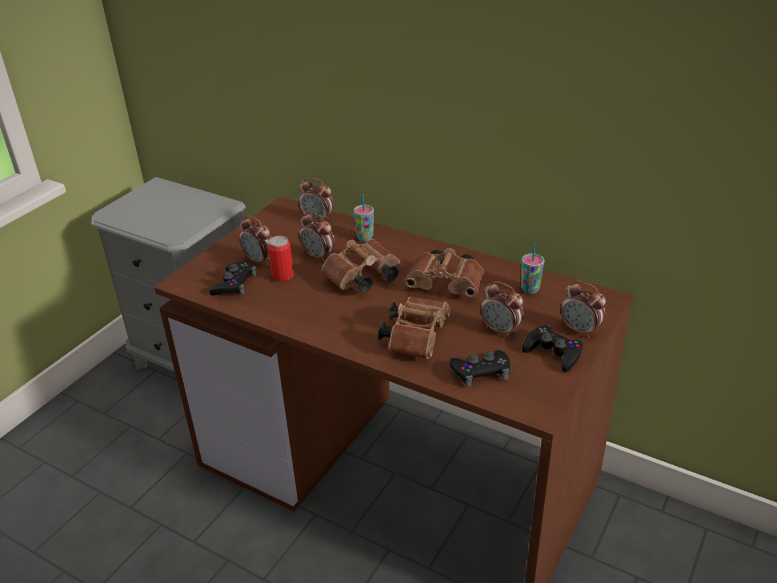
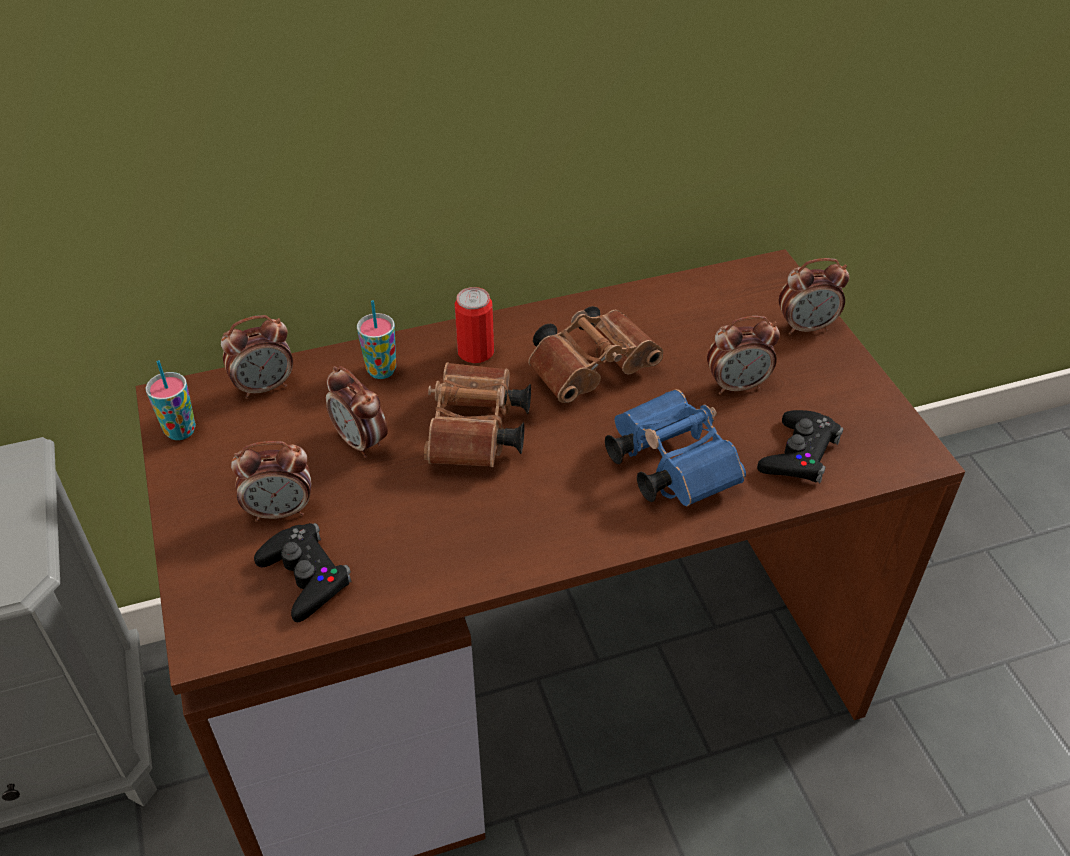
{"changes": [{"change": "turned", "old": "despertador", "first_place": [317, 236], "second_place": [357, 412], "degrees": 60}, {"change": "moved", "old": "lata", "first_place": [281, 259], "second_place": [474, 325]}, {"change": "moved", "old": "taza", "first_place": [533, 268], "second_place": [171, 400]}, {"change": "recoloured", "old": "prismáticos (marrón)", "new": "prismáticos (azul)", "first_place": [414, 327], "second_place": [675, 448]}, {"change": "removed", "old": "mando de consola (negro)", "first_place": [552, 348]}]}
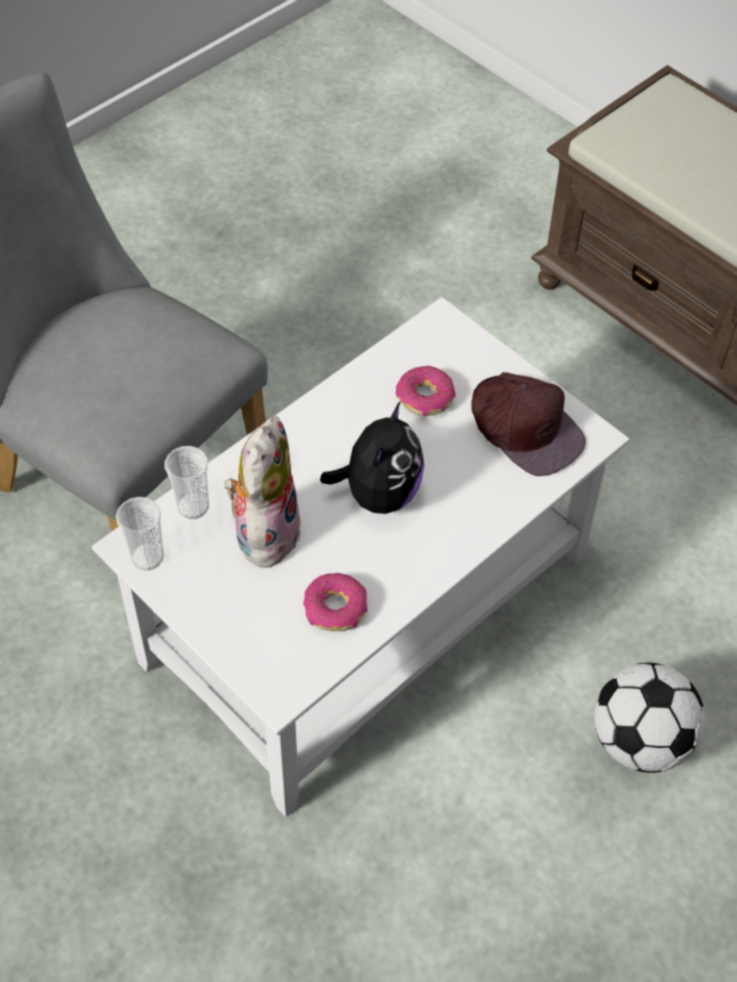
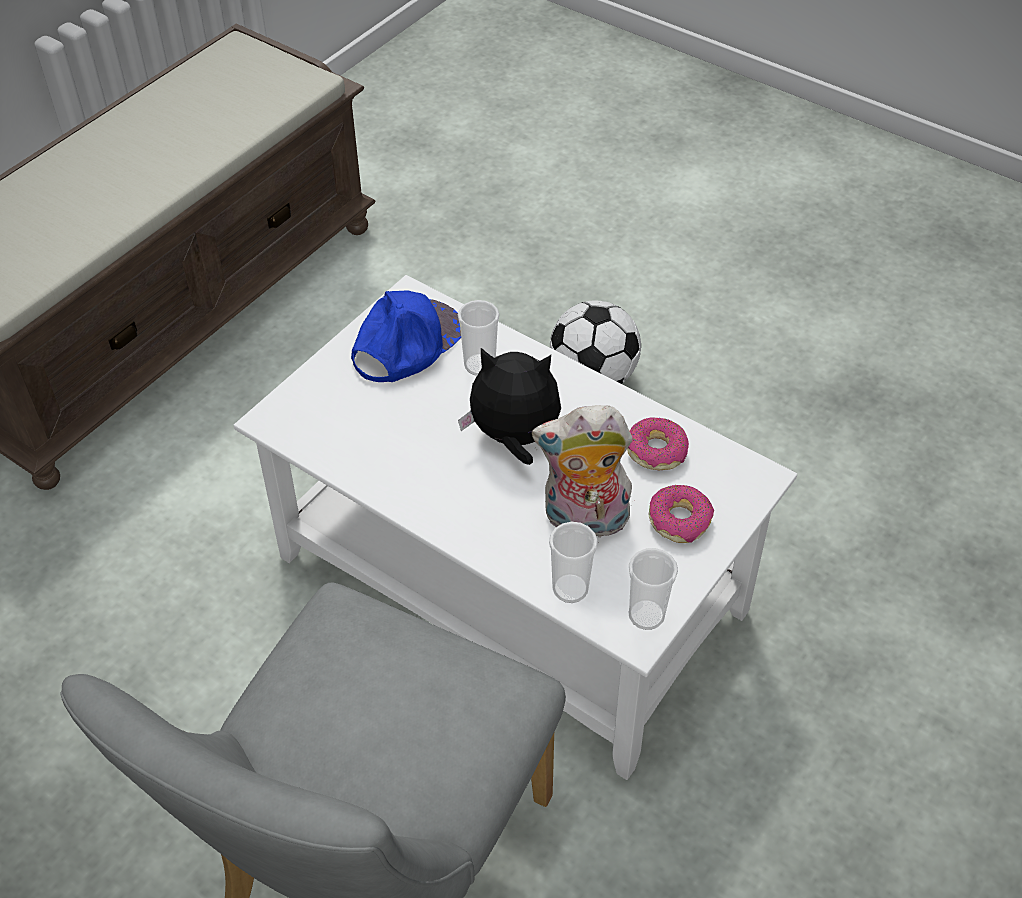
{"changes": [{"change": "moved", "old": "rosquilla", "first_place": [426, 391], "second_place": [681, 514]}, {"change": "recoloured", "old": "gorra (marrón)", "new": "gorra (azul)", "first_place": [528, 424], "second_place": [406, 336]}, {"change": "added", "new": "taza", "second_place": [479, 338]}]}
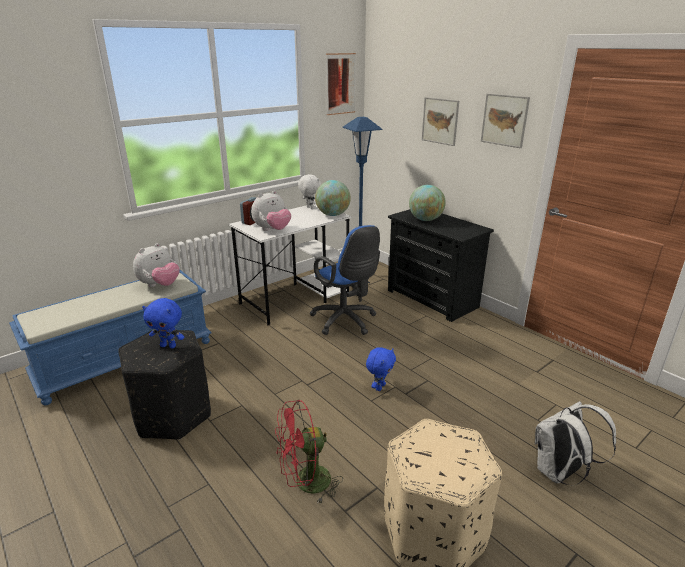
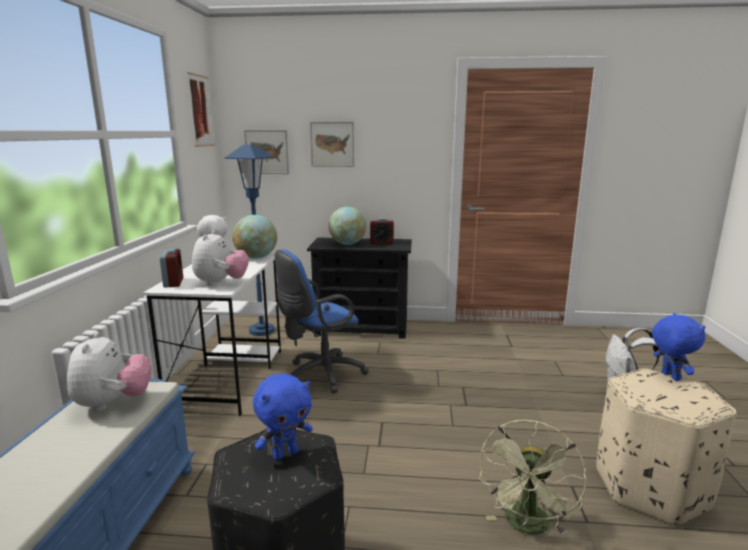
{"changes": [{"change": "moved", "old": "cuadro", "first_place": [505, 120], "second_place": [266, 152]}, {"change": "turned", "old": "silla de oficina (azul)", "first_place": [345, 280], "second_place": [321, 321], "degrees": 135}, {"change": "moved", "old": "peluche (azul)", "first_place": [381, 369], "second_place": [679, 347]}, {"change": "recoloured", "old": "ventilador (rojo)", "new": "ventilador (verde)", "first_place": [309, 452], "second_place": [532, 477]}, {"change": "added", "new": "despertador", "second_place": [382, 231]}]}
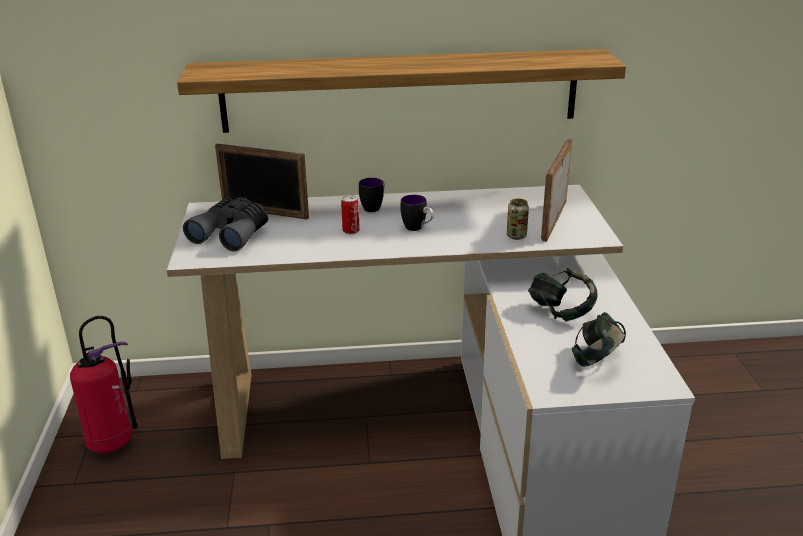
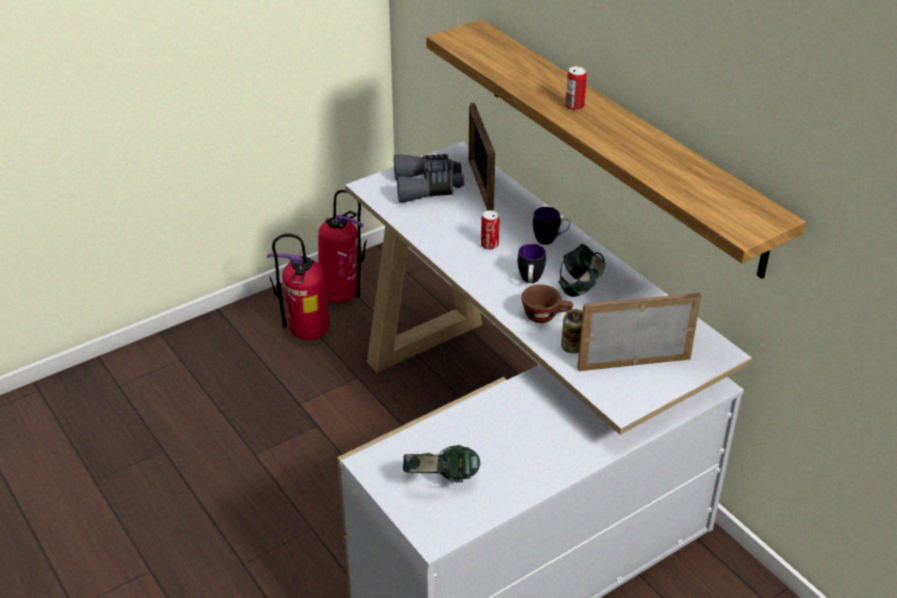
{"changes": [{"change": "moved", "old": "auriculares", "first_place": [563, 294], "second_place": [582, 270]}, {"change": "added", "new": "lata", "second_place": [576, 88]}, {"change": "added", "new": "extintor", "second_place": [298, 286]}, {"change": "added", "new": "taza (marrón)", "second_place": [547, 304]}]}
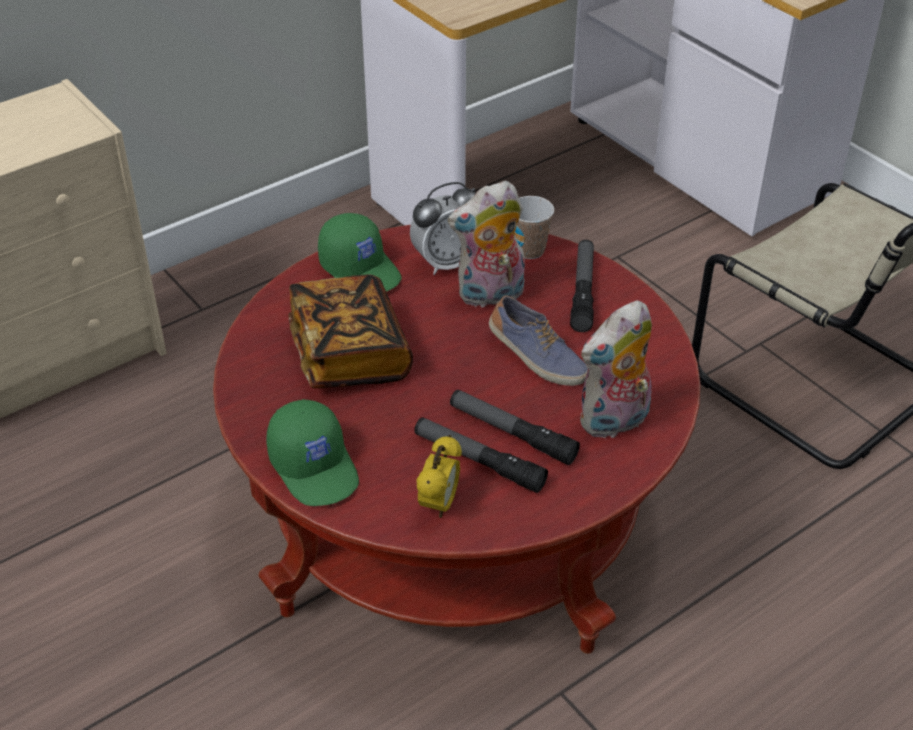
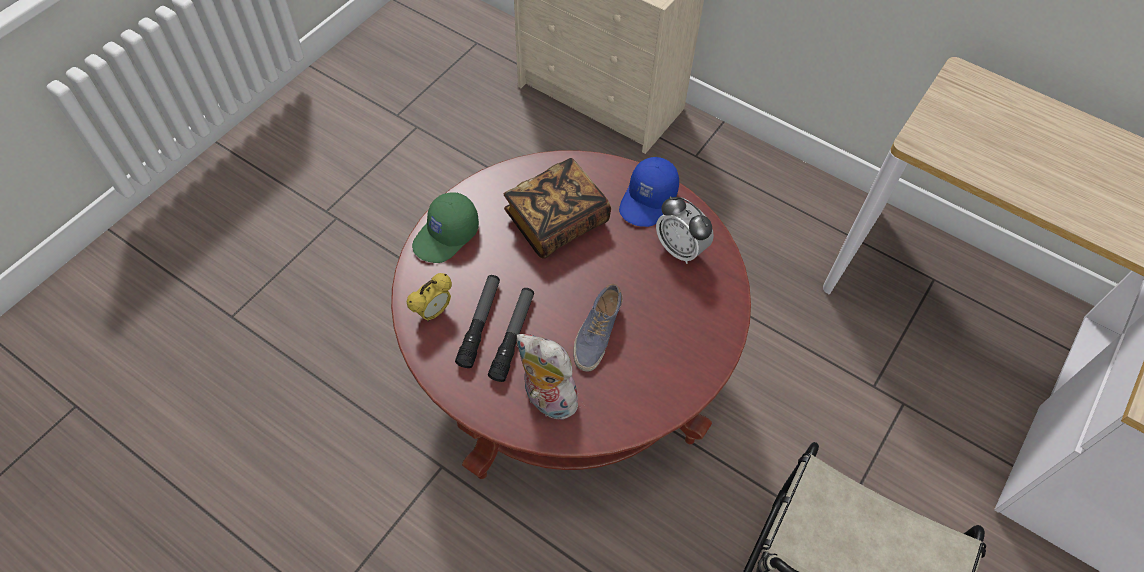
{"changes": [{"change": "removed", "old": "peluche", "first_place": [486, 244]}, {"change": "removed", "old": "taza", "first_place": [534, 227]}, {"change": "recoloured", "old": "gorra (verde)", "new": "gorra (azul)", "first_place": [360, 252], "second_place": [649, 192]}, {"change": "removed", "old": "linterna", "first_place": [582, 286]}, {"change": "turned", "old": "despertador", "first_place": [439, 476], "second_place": [429, 297], "degrees": -45}]}
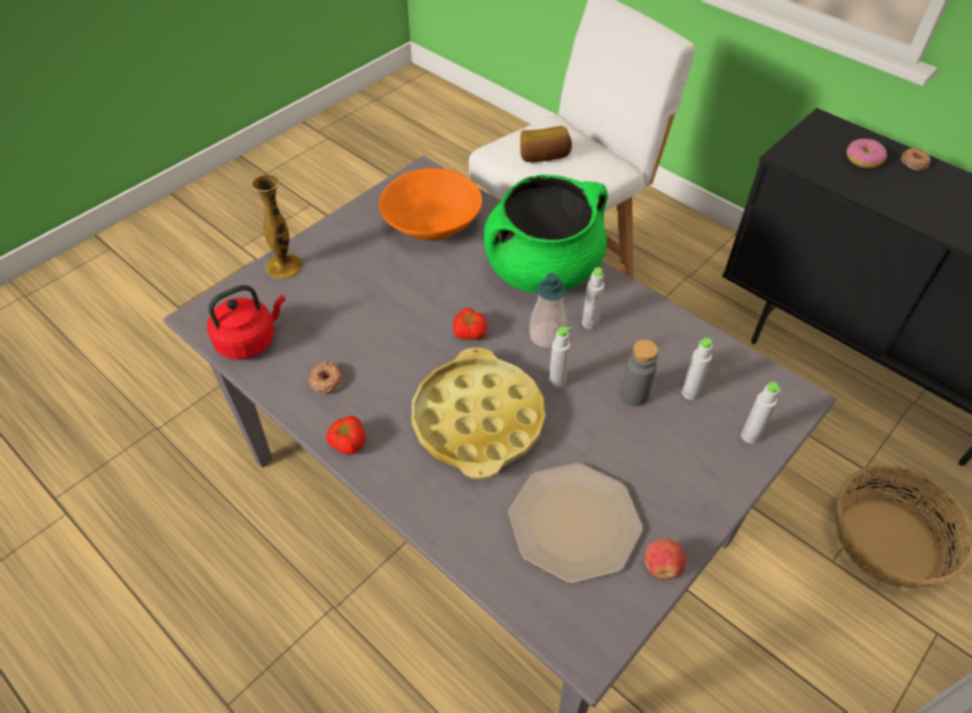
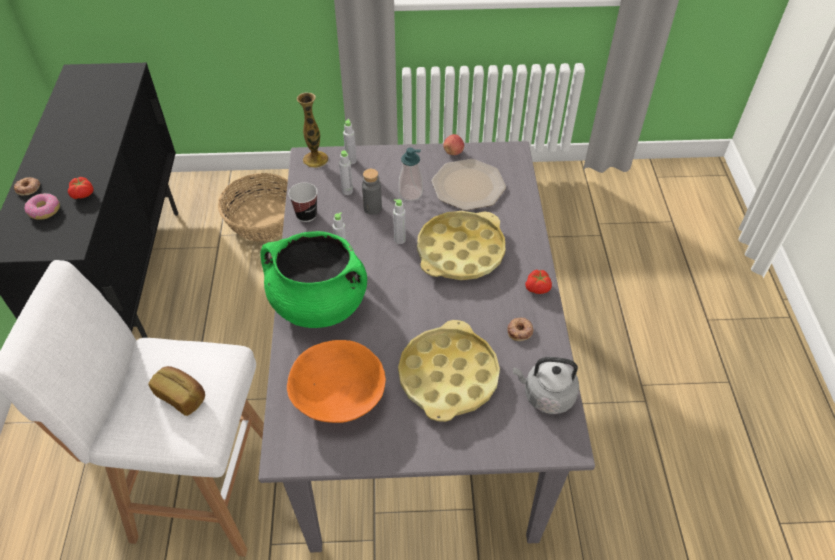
{"changes": [{"change": "moved", "old": "florero", "first_place": [277, 226], "second_place": [312, 130]}, {"change": "moved", "old": "dispensador de jabón", "first_place": [547, 310], "second_place": [411, 174]}, {"change": "recoloured", "old": "hervidor (rojo)", "new": "hervidor (gris)", "first_place": [246, 322], "second_place": [546, 385]}, {"change": "moved", "old": "tomate", "first_place": [470, 324], "second_place": [81, 188]}, {"change": "added", "new": "taza", "second_place": [303, 202]}, {"change": "added", "new": "bandeja (amarillo)", "second_place": [449, 371]}]}
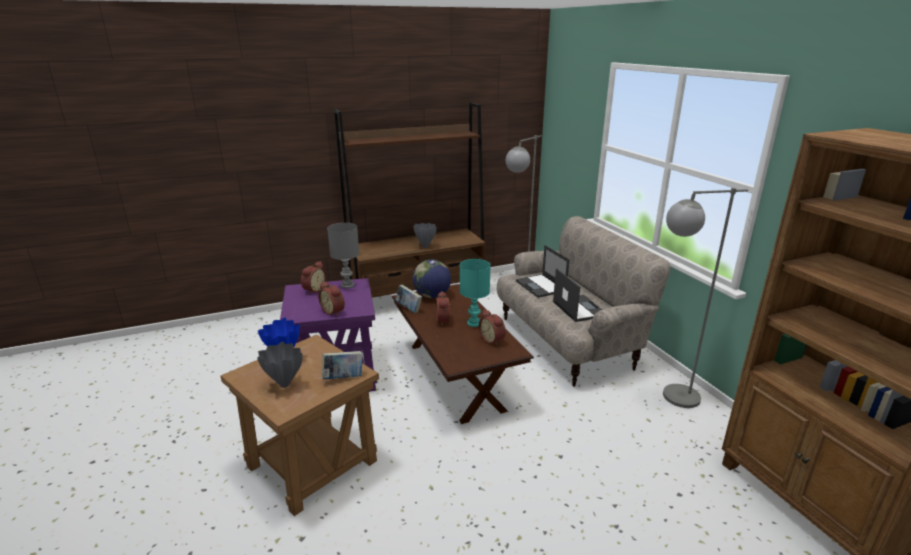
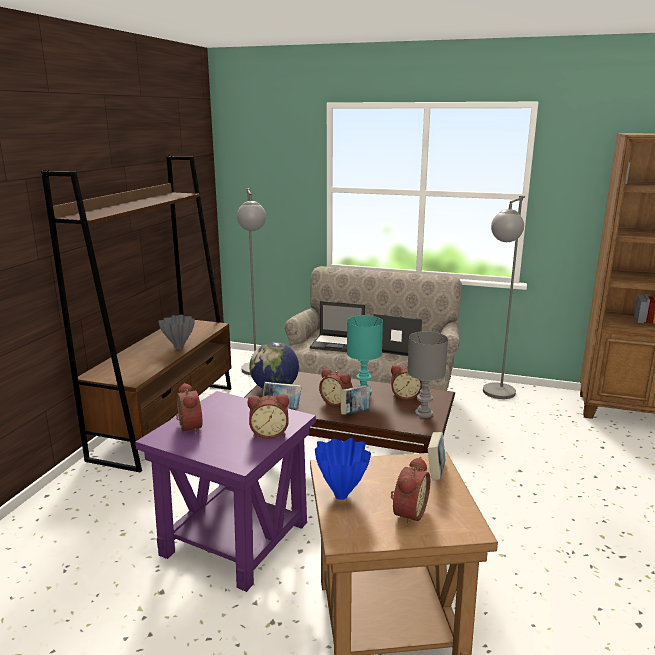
{"changes": [{"change": "moved", "old": "lámpara de mesa (gris)", "first_place": [343, 256], "second_place": [427, 374]}, {"change": "replaced", "old": "florero (gris)", "new": "despertador", "first_place": [280, 365], "second_place": [410, 491]}, {"change": "added", "new": "libro", "second_place": [355, 400]}]}
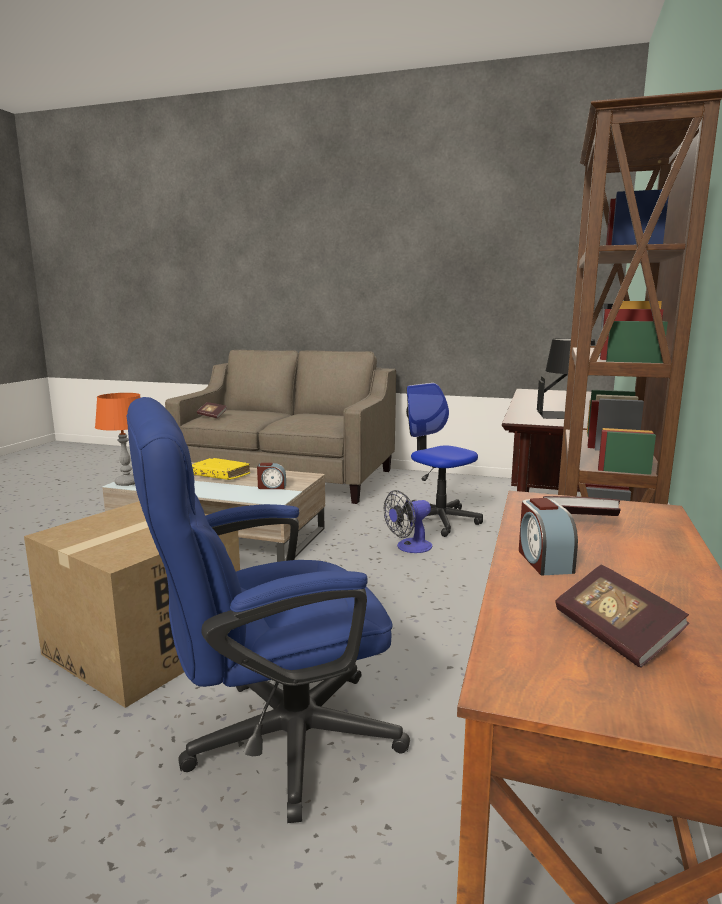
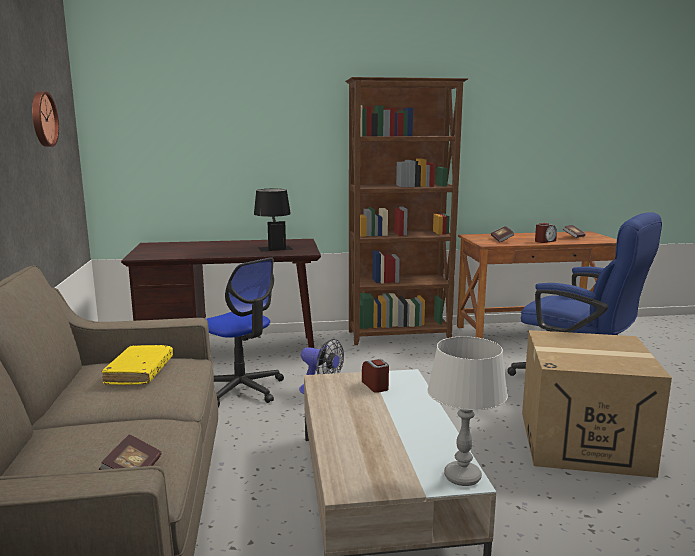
{"changes": [{"change": "turned", "old": "silla de oficina", "first_place": [440, 460], "second_place": [245, 332], "degrees": -75}, {"change": "recoloured", "old": "lámpara de mesa (naranja)", "new": "lámpara de mesa (gris)", "first_place": [118, 439], "second_place": [467, 411]}, {"change": "moved", "old": "libro (amarillo)", "first_place": [221, 469], "second_place": [137, 365]}, {"change": "added", "new": "reloj de pared", "second_place": [45, 119]}]}
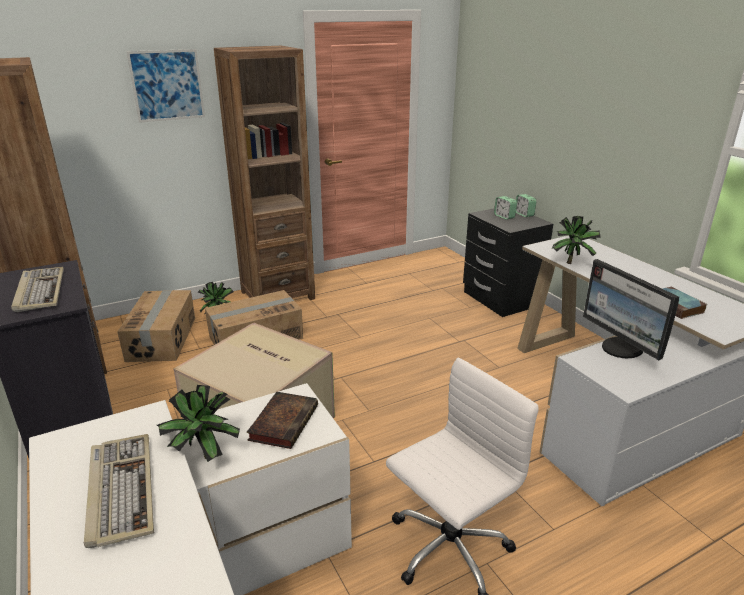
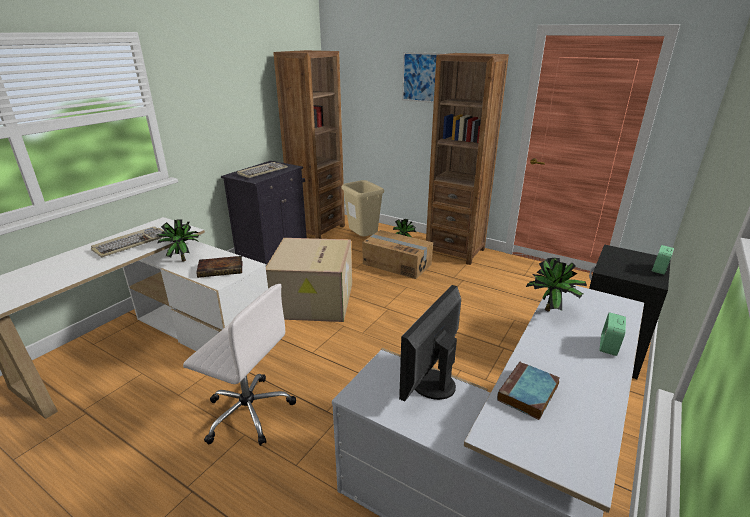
{"changes": [{"change": "moved", "old": "despertador", "first_place": [505, 207], "second_place": [612, 334]}, {"change": "replaced", "old": "caja de cartón", "new": "papelera (beis)", "first_place": [156, 326], "second_place": [363, 208]}]}
